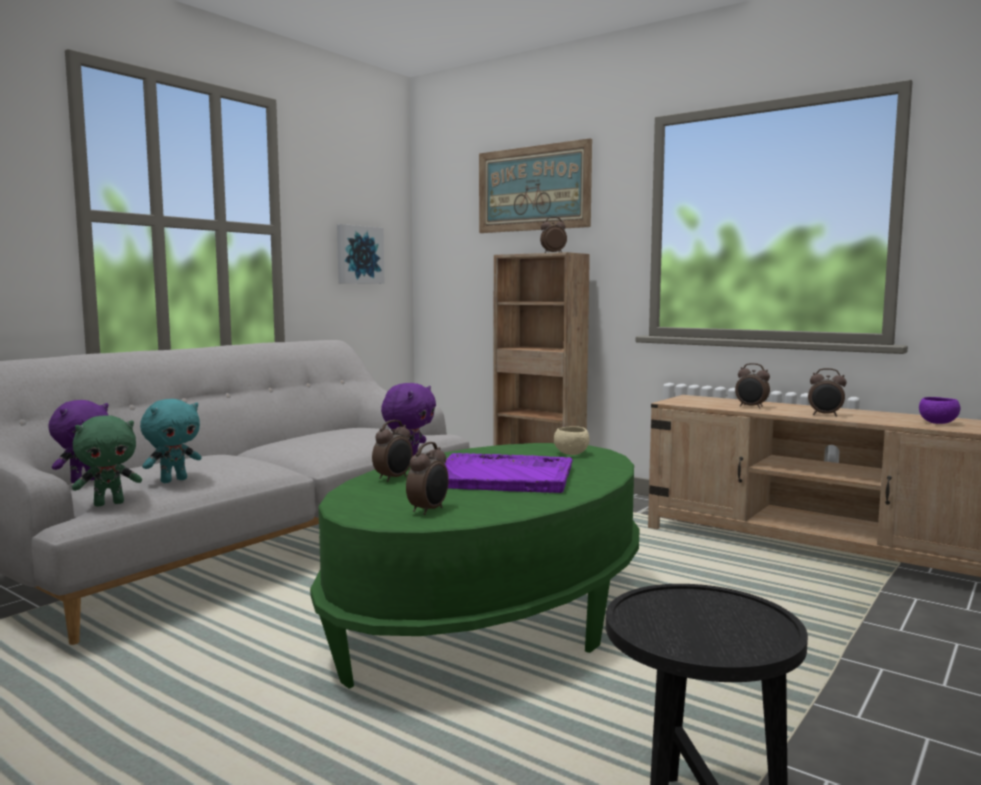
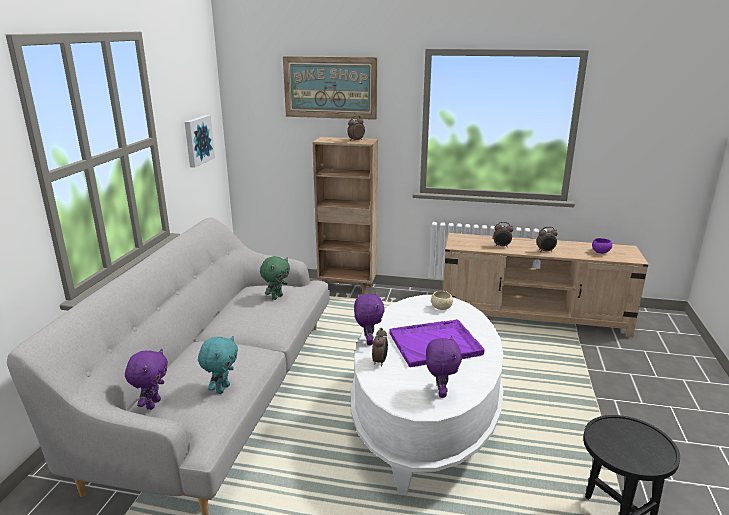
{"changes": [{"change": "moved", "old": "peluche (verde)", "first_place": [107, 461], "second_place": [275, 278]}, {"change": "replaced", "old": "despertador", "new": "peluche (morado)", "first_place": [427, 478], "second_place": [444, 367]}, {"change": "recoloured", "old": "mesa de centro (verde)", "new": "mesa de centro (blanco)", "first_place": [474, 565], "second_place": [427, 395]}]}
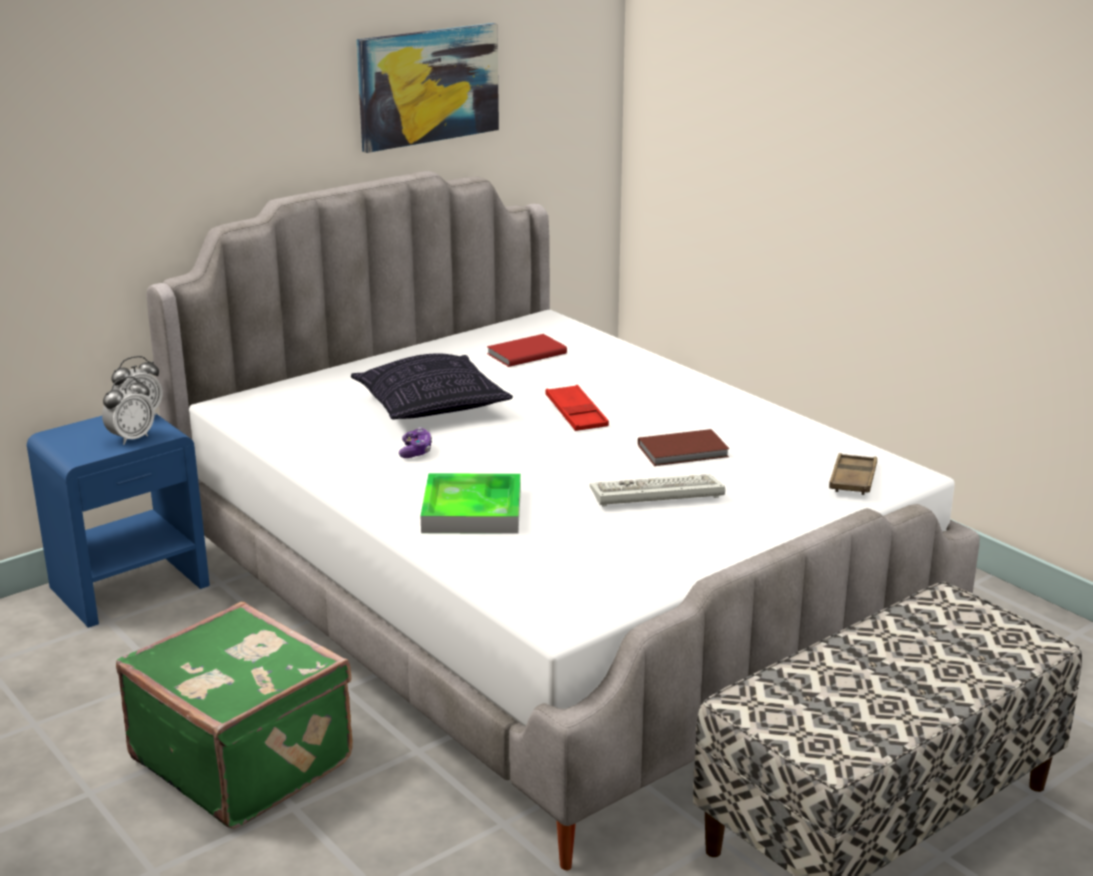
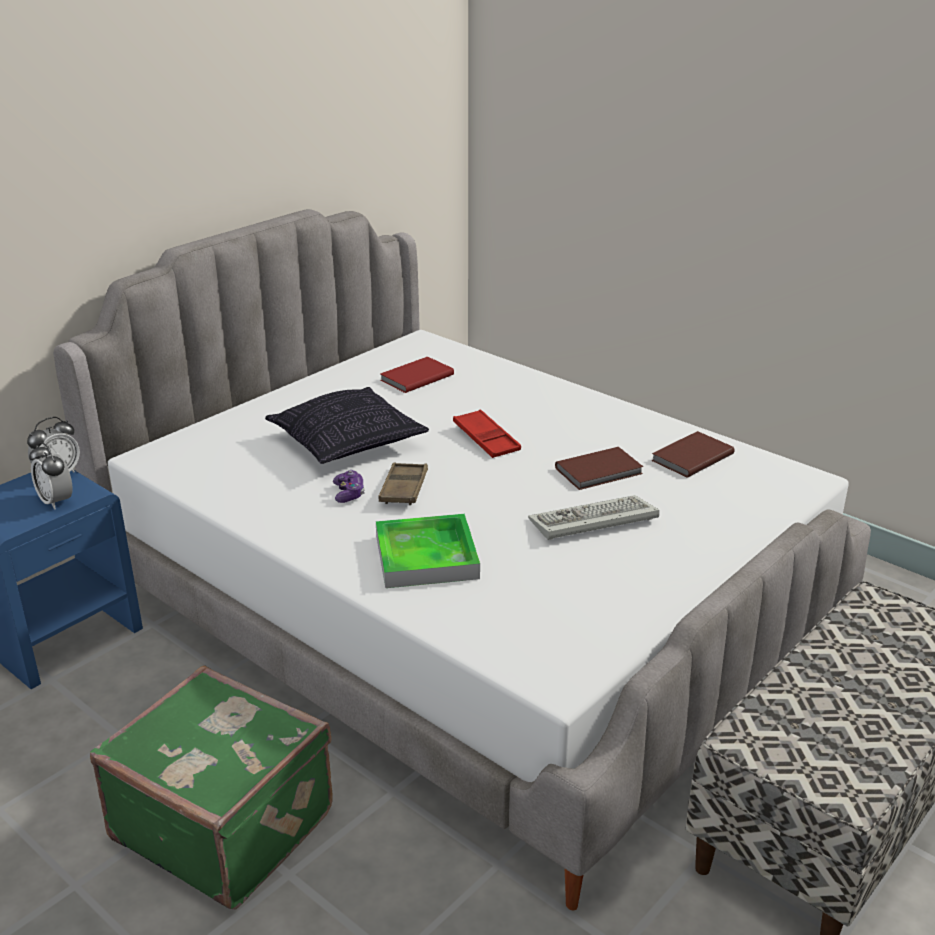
{"changes": [{"change": "removed", "old": "cuadro", "first_place": [427, 88]}, {"change": "turned", "old": "despertador", "first_place": [128, 411], "second_place": [51, 476], "degrees": 105}, {"change": "moved", "old": "bandeja (marrón)", "first_place": [853, 474], "second_place": [403, 483]}, {"change": "added", "new": "libro (marrón)", "second_place": [692, 454]}]}
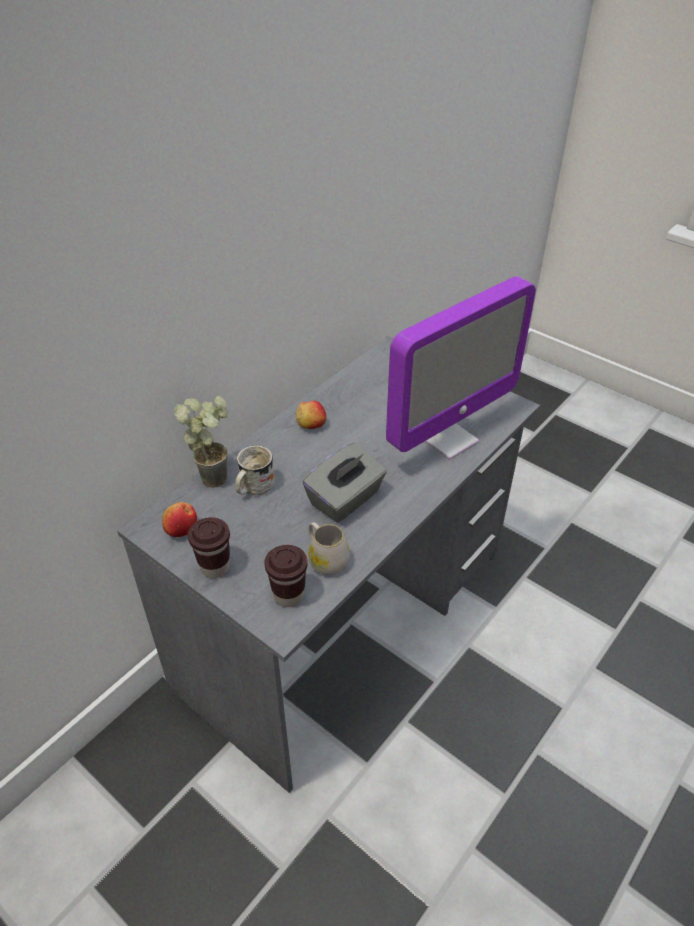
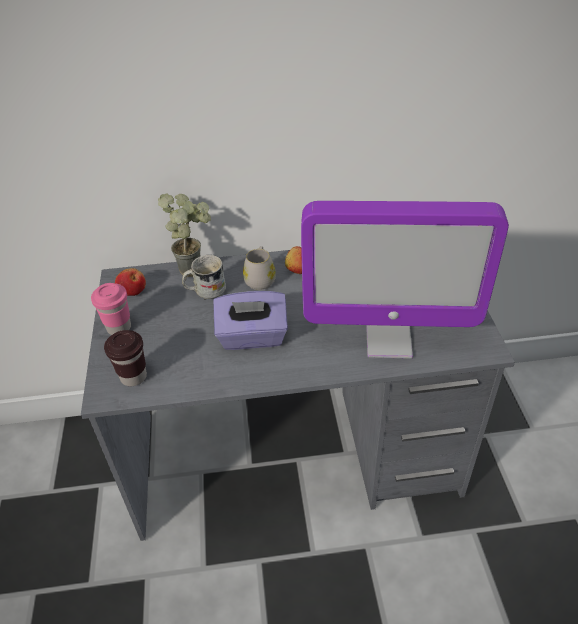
{"changes": [{"change": "recoloured", "old": "caja de pañuelos (gris)", "new": "caja de pañuelos (morado)", "first_place": [345, 482], "second_place": [250, 320]}, {"change": "recoloured", "old": "taza (marrón)", "new": "taza (rosa)", "first_place": [209, 547], "second_place": [111, 309]}, {"change": "moved", "old": "taza grande (blanco)", "first_place": [329, 548], "second_place": [259, 268]}]}
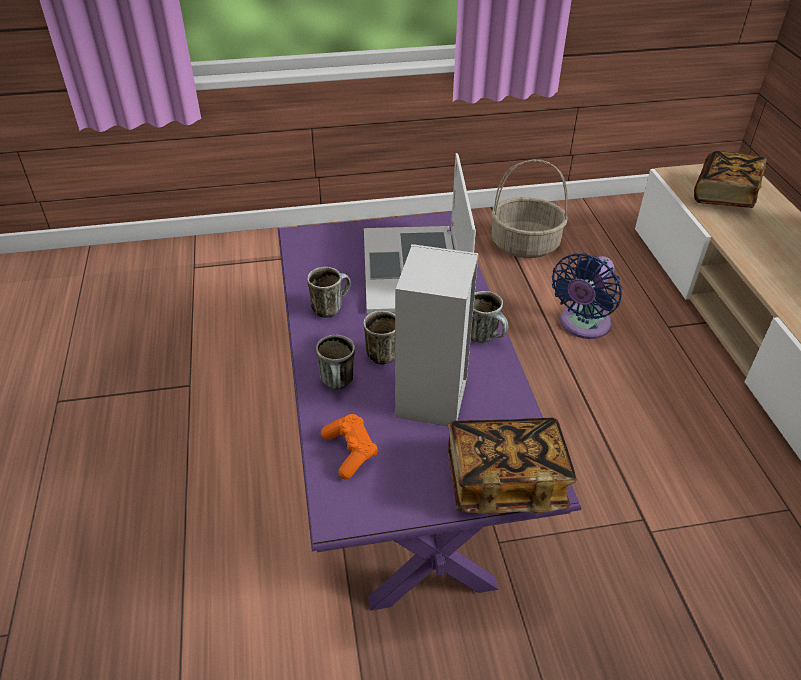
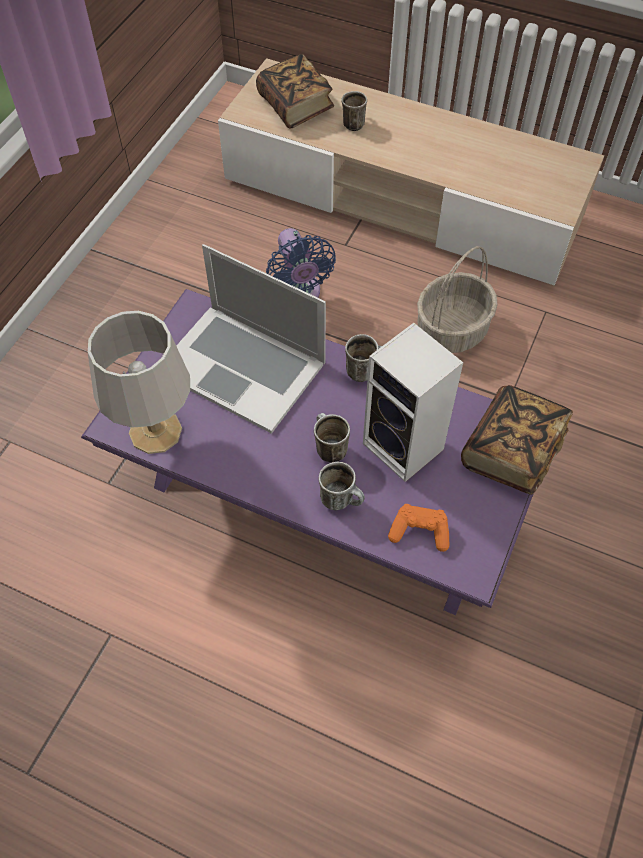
{"changes": [{"change": "moved", "old": "cesta", "first_place": [529, 209], "second_place": [457, 299]}, {"change": "moved", "old": "taza grande", "first_place": [329, 292], "second_place": [354, 111]}, {"change": "added", "new": "lámpara de mesa (gris)", "second_place": [139, 382]}]}
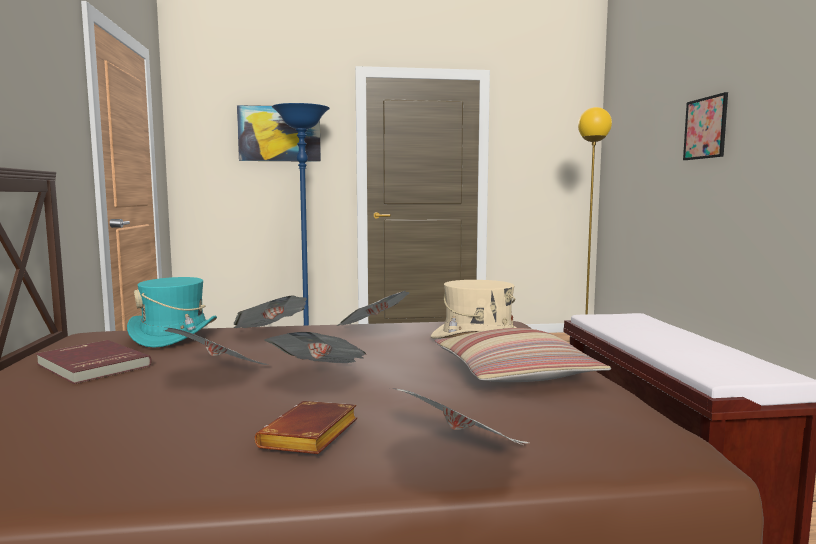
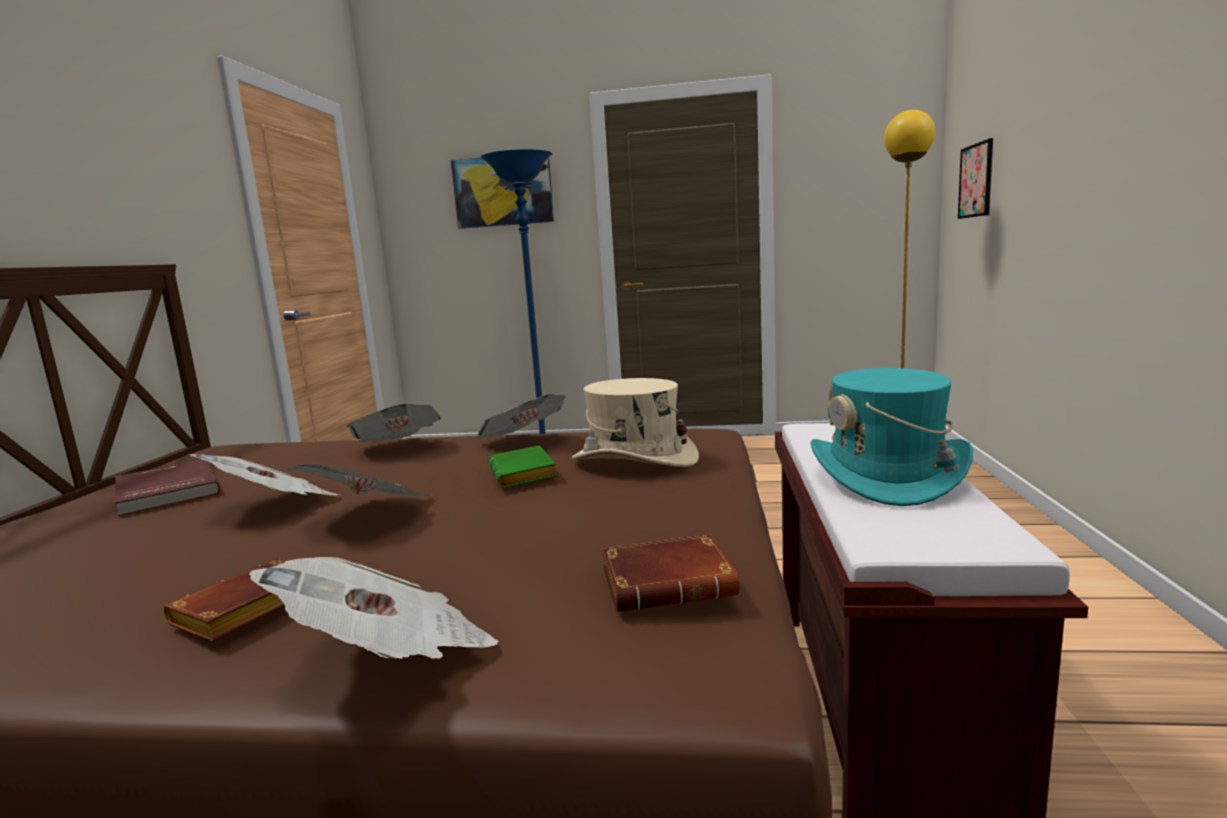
{"changes": [{"change": "moved", "old": "cuadro", "first_place": [705, 126], "second_place": [975, 178]}, {"change": "moved", "old": "sombrero (turquesa)", "first_place": [172, 312], "second_place": [891, 437]}, {"change": "removed", "old": "cojín", "first_place": [523, 355]}, {"change": "added", "new": "libro (verde)", "second_place": [522, 466]}, {"change": "added", "new": "libro (marrón)", "second_place": [671, 573]}]}
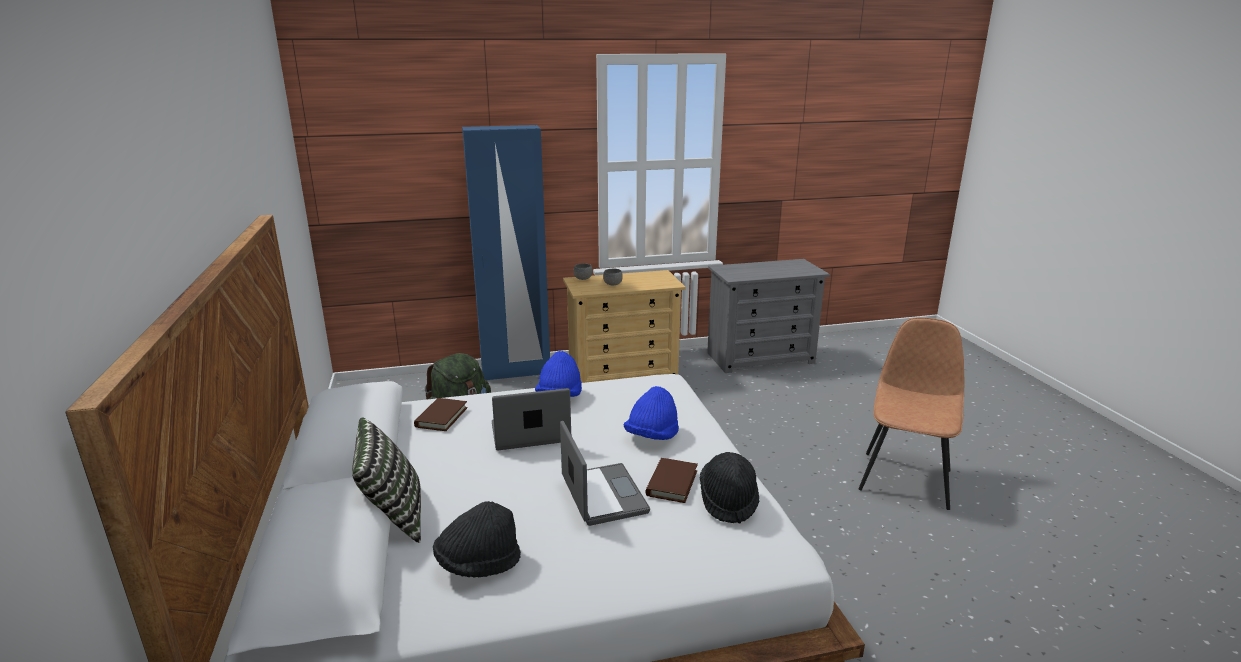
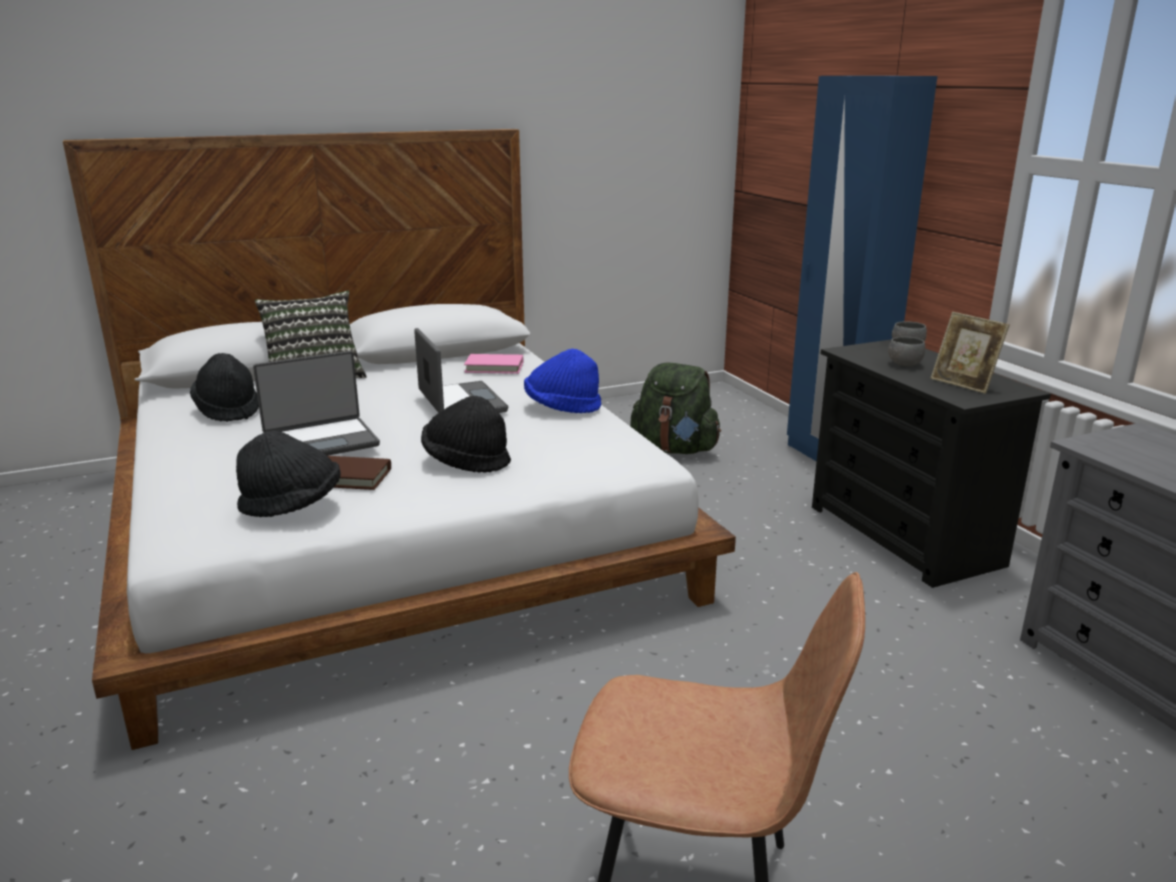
{"changes": [{"change": "recoloured", "old": "cómoda (beis)", "new": "cómoda (negro)", "first_place": [624, 326], "second_place": [931, 463]}, {"change": "recoloured", "old": "sombrero (azul)", "new": "sombrero (negro)", "first_place": [651, 413], "second_place": [466, 434]}, {"change": "recoloured", "old": "libro (marrón)", "new": "libro (rosa)", "first_place": [441, 414], "second_place": [493, 364]}, {"change": "added", "new": "portarretratos", "second_place": [970, 353]}]}
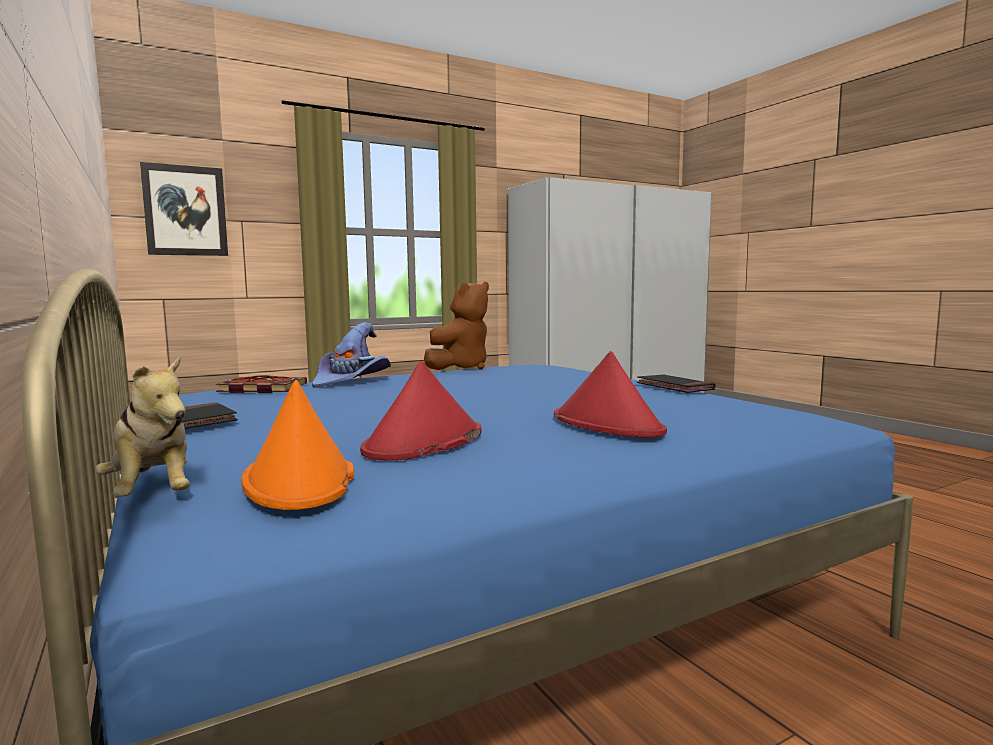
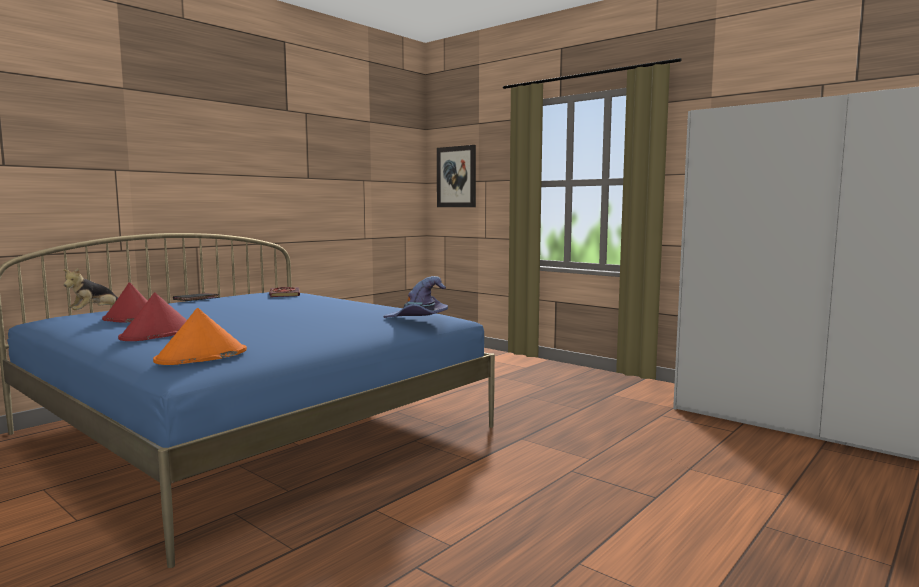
{"changes": [{"change": "removed", "old": "peluche (marrón)", "first_place": [456, 326]}, {"change": "moved", "old": "sombrero (morado)", "first_place": [351, 355], "second_place": [415, 297]}, {"change": "removed", "old": "libro (negro)", "first_place": [676, 383]}, {"change": "moved", "old": "sombrero (naranja)", "first_place": [297, 445], "second_place": [200, 336]}]}
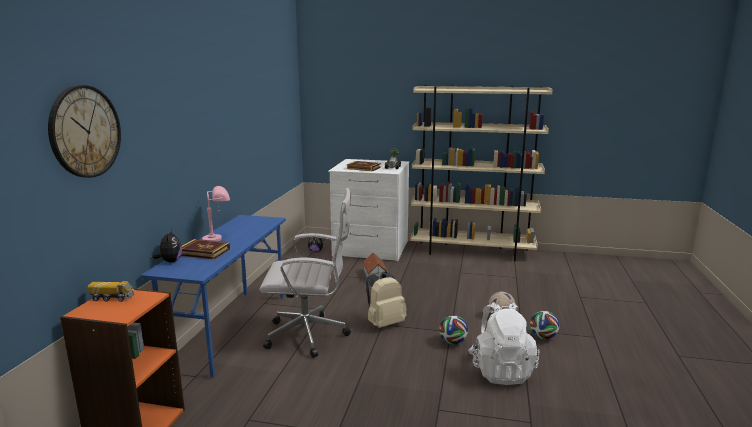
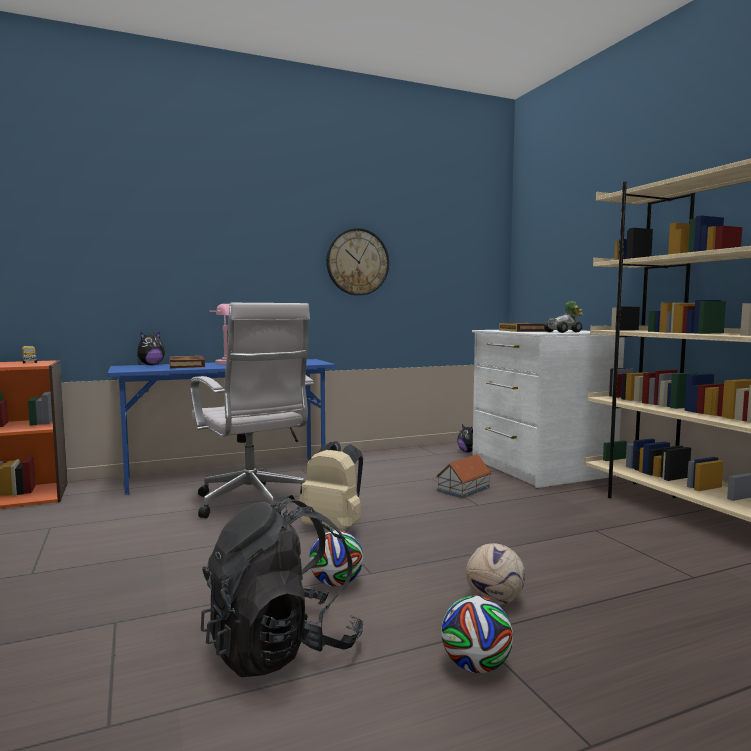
{"changes": [{"change": "moved", "old": "reloj de pared", "first_place": [84, 131], "second_place": [357, 262]}, {"change": "recoloured", "old": "mochila (blanco)", "new": "mochila (negro)", "first_place": [504, 343], "second_place": [282, 586]}]}
